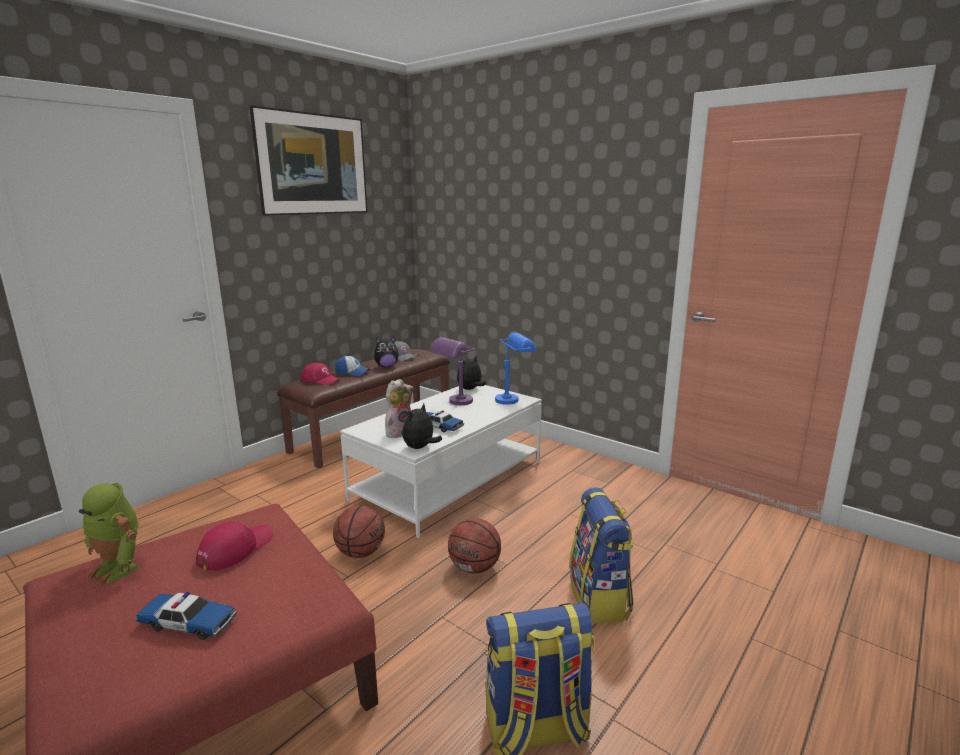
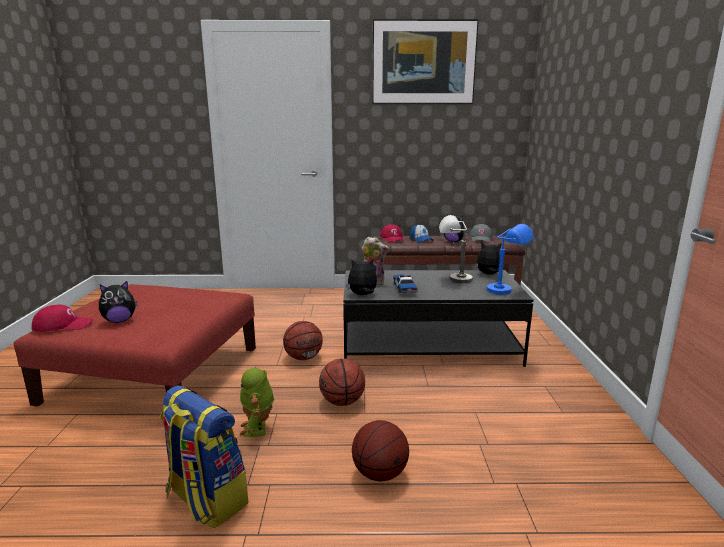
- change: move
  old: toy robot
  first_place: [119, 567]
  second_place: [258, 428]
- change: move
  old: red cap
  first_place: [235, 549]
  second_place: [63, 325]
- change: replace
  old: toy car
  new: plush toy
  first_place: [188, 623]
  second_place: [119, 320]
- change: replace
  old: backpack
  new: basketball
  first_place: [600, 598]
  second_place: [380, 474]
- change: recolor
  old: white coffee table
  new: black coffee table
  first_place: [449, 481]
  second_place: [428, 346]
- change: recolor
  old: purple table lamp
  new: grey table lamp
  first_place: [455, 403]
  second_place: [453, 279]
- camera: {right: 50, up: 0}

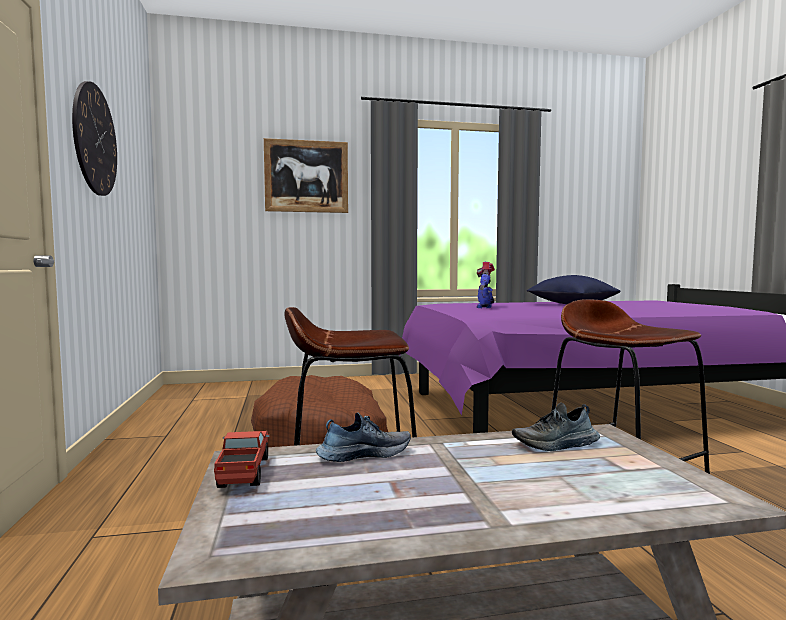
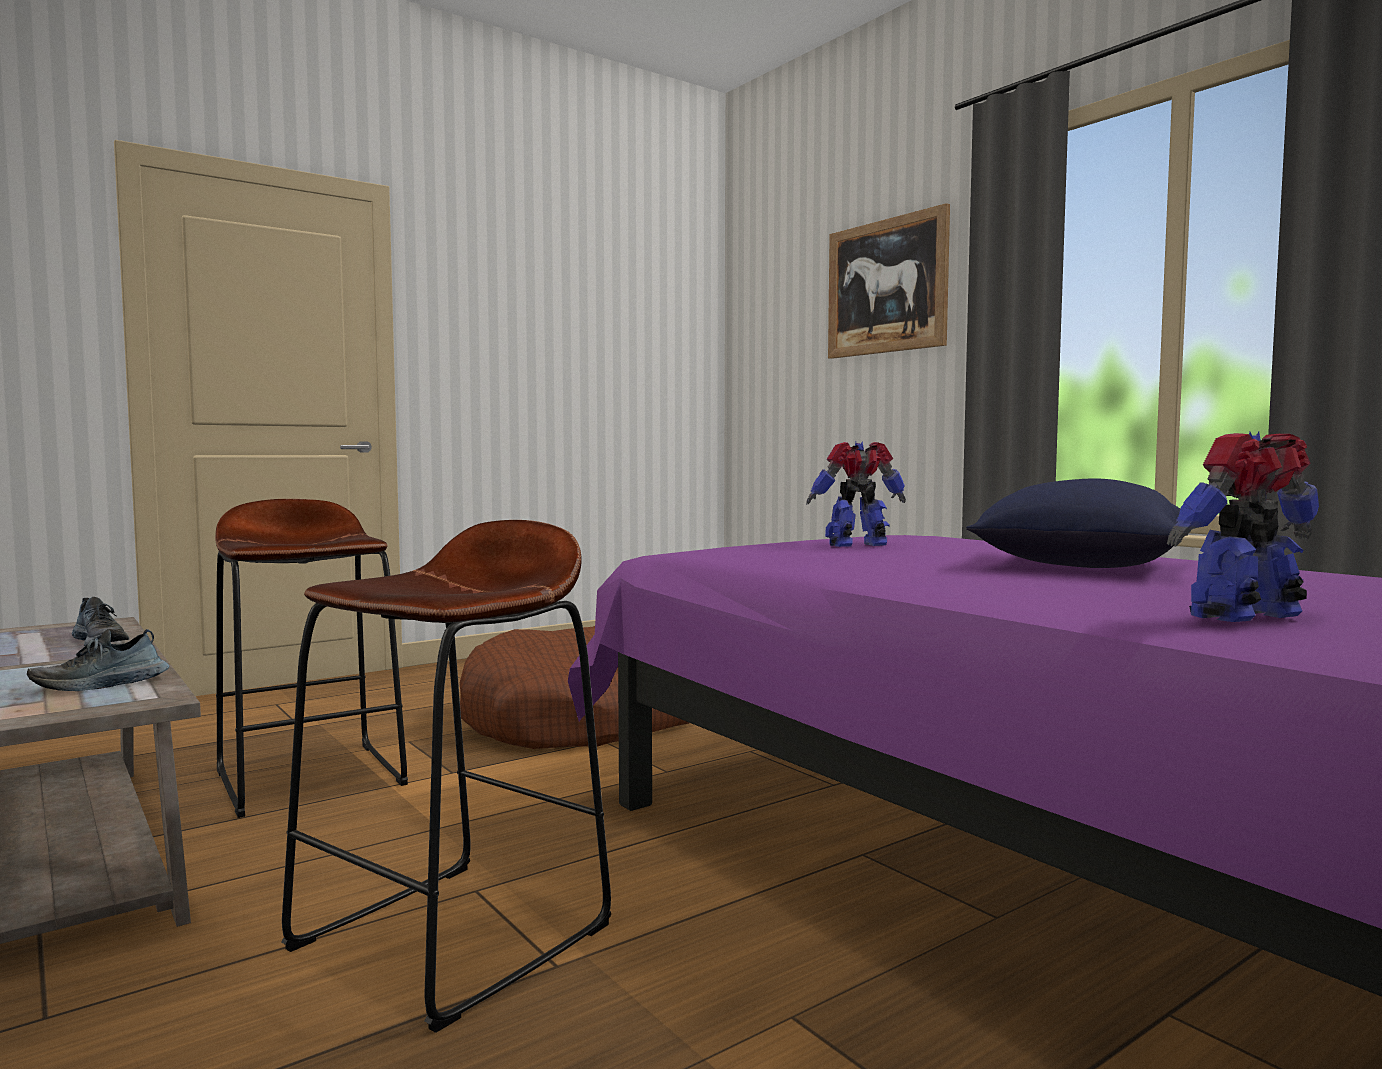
- change: delete
  old: wall clock
  first_place: [95, 140]
- change: delete
  old: toy truck
  first_place: [244, 473]
- change: insert
  new: toy robot
  second_place: [1248, 617]
- change: rotate
  old: shoe
  first_place: [556, 445]
  second_place: [101, 685]
  degrees: -90
- camera: {right: 65, up: 0}

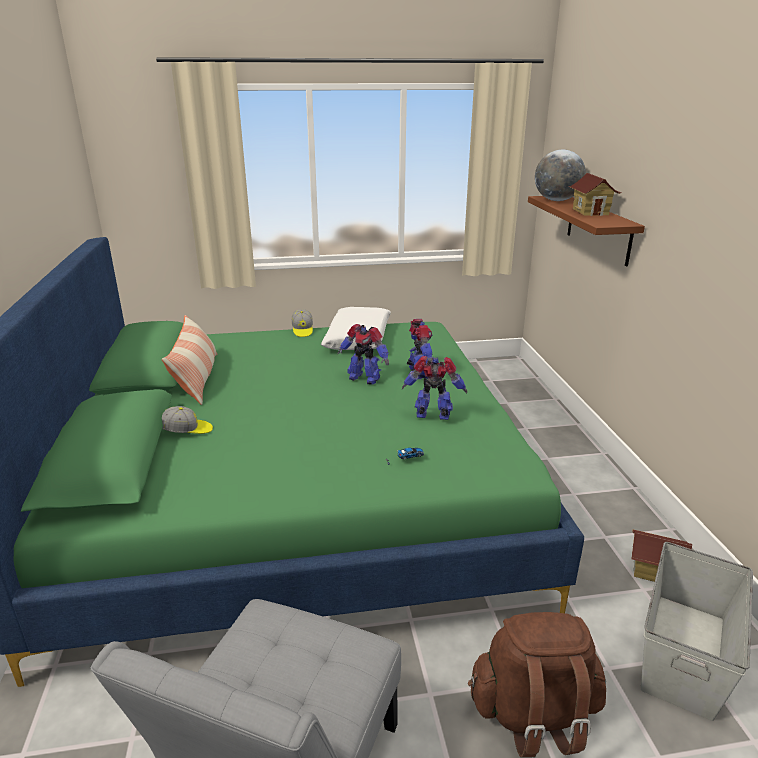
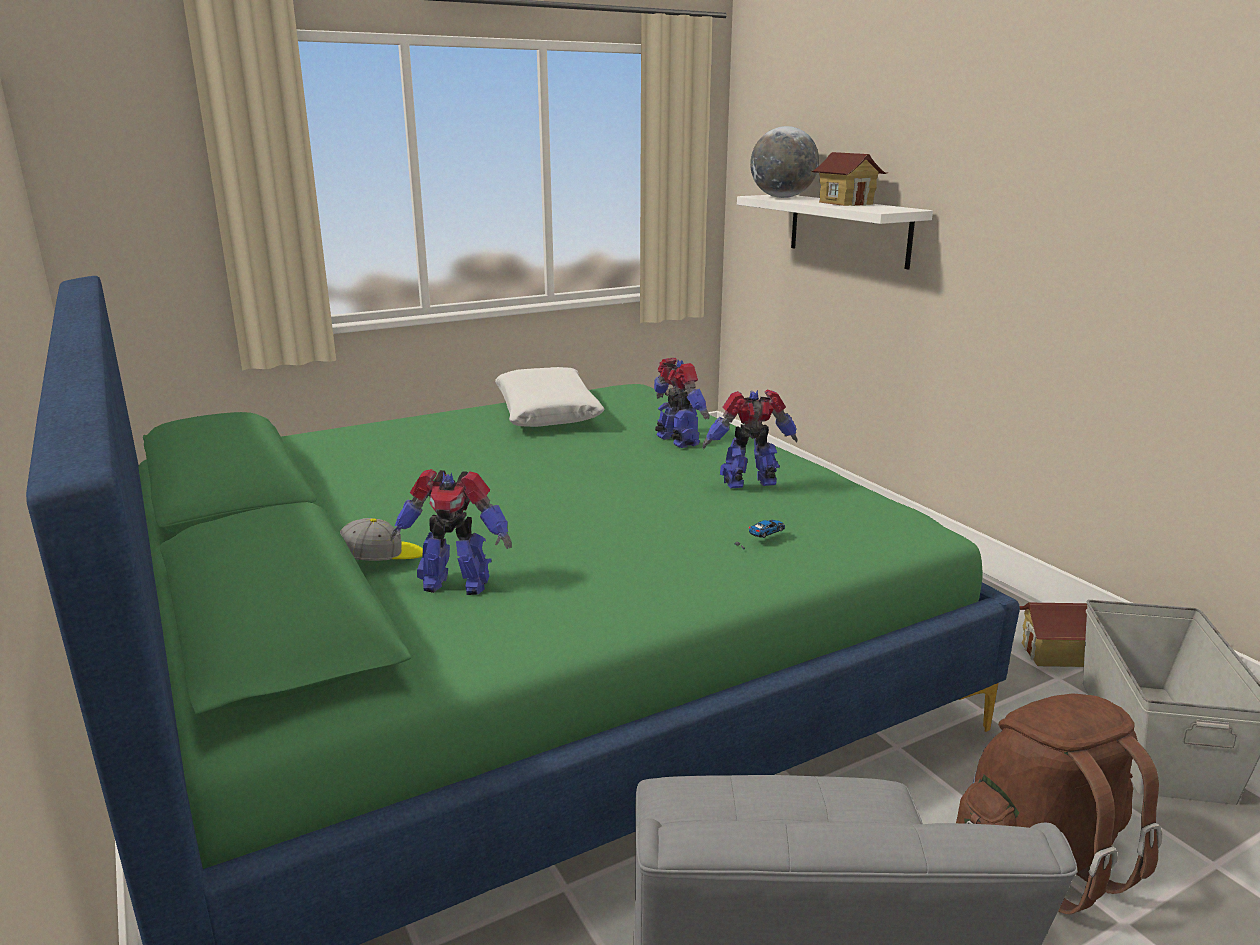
- change: delete
  old: pillow
  first_place: [197, 378]
- change: delete
  old: cap
  first_place: [302, 330]
- change: move
  old: toy robot
  first_place: [364, 378]
  second_place: [455, 583]
- change: recolor
  old: brown shelf
  new: white shelf
  first_place: [598, 229]
  second_place: [848, 229]
- camera: {right: -20, up: -5}

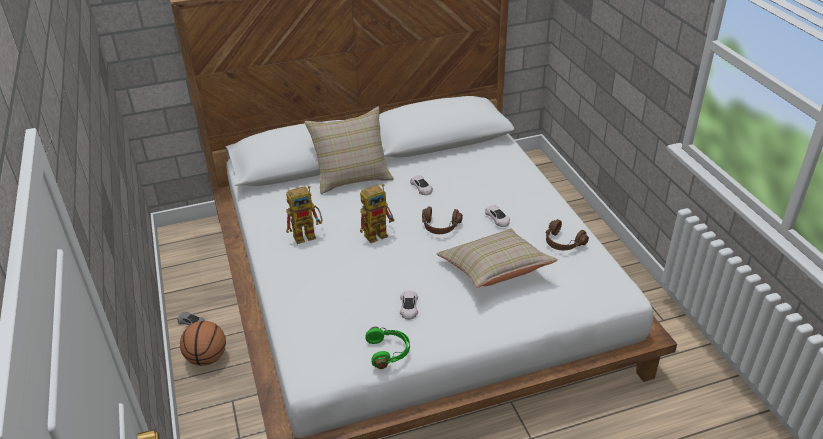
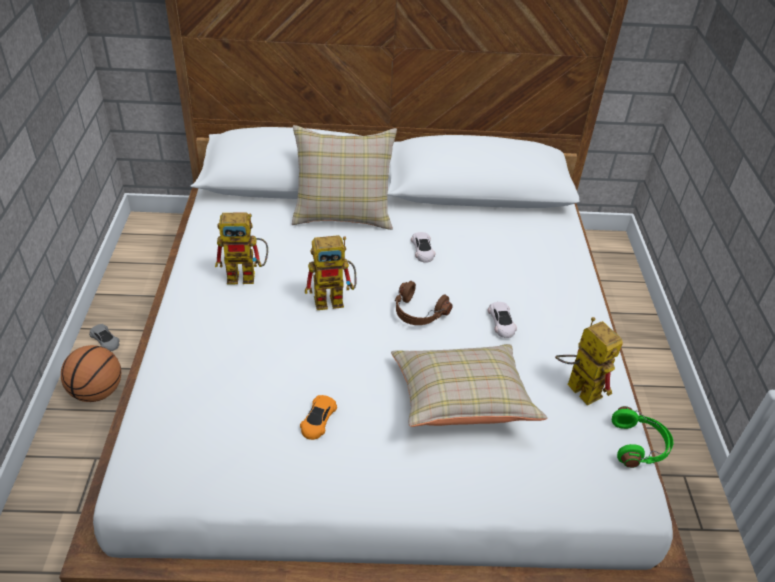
- change: move
  old: green headphones
  first_place: [389, 352]
  second_place: [639, 445]
- change: replace
  old: brown headphones
  new: toy robot
  first_place: [562, 243]
  second_place: [576, 387]
- change: recolor
  old: white toy car
  new: orange toy car
  first_place: [409, 307]
  second_place: [318, 420]
- camera: {right: 15, up: 5}

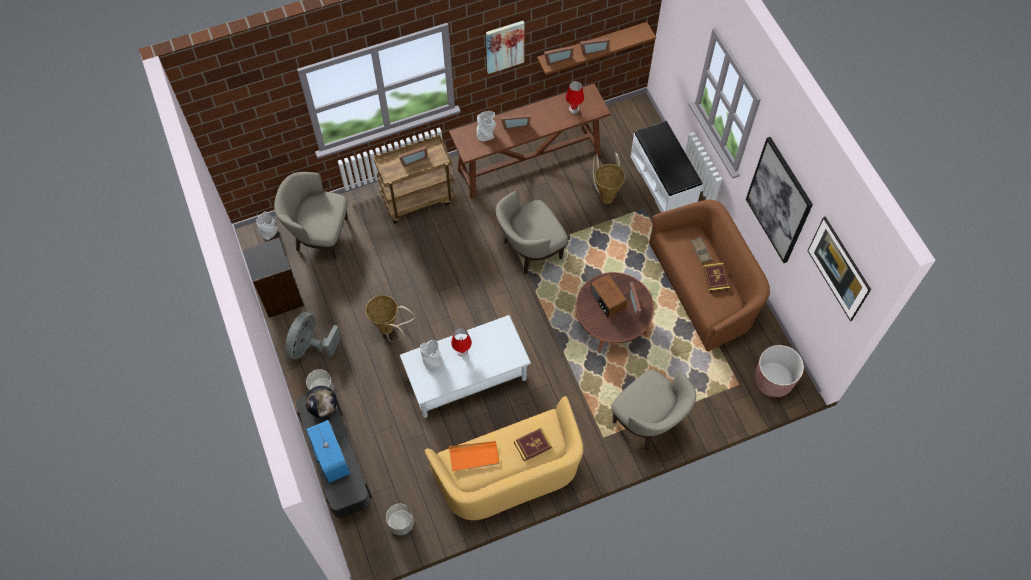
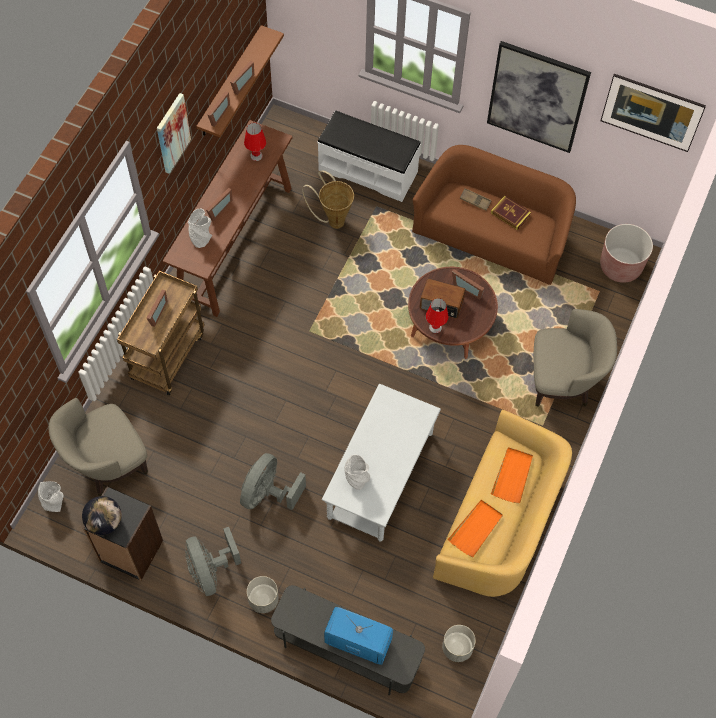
- change: delete
  old: beige armchair
  first_place: [530, 250]
- change: move
  old: globe
  first_place: [323, 407]
  second_place: [105, 522]
- change: move
  old: red table lamp
  first_place: [462, 351]
  second_place: [435, 327]
- change: replace
  old: basket
  new: grey fan
  first_place: [389, 330]
  second_place: [268, 493]
- change: replace
  old: book
  new: orange tray
  first_place: [532, 445]
  second_place: [512, 476]
- camera: {right: -45, up: 0}

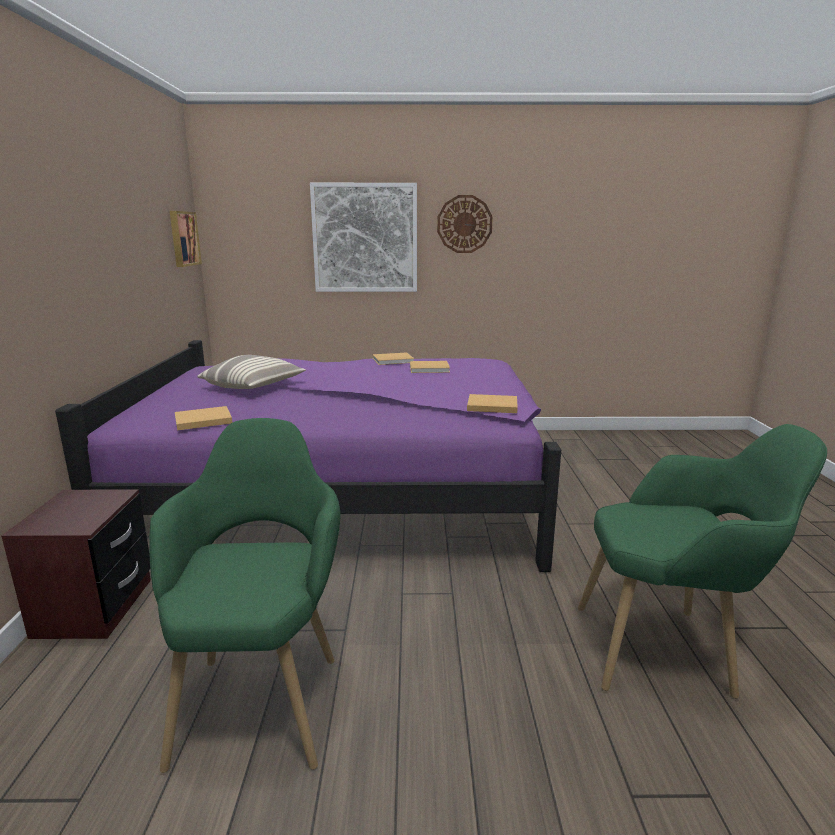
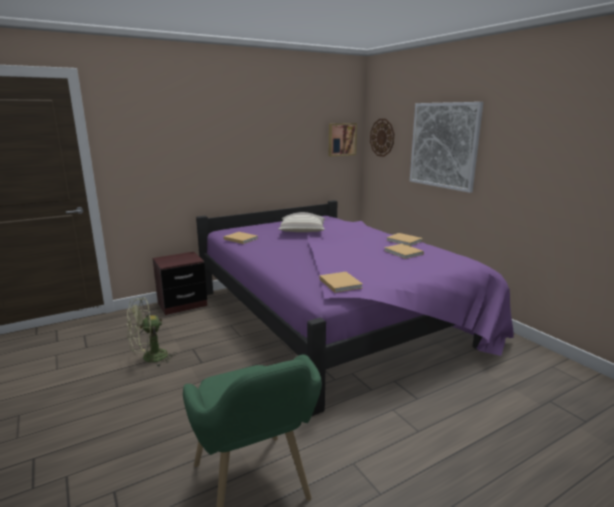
- change: move
  old: wall clock
  first_place: [464, 224]
  second_place: [382, 137]
- change: replace
  old: green armchair
  new: green fan
  first_place: [263, 691]
  second_place: [149, 358]
- camera: {right: 60, up: 0}

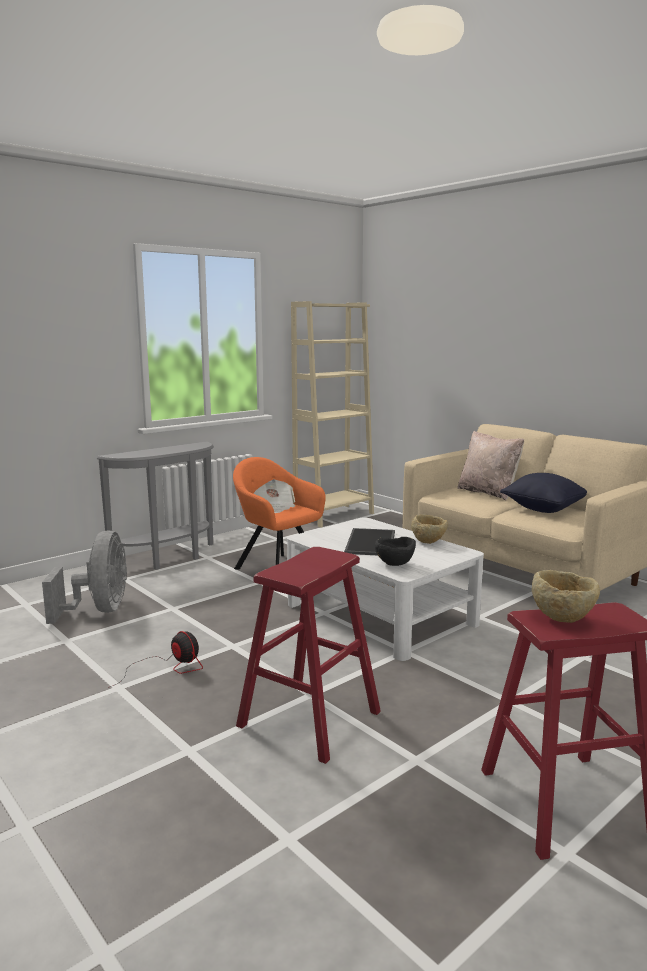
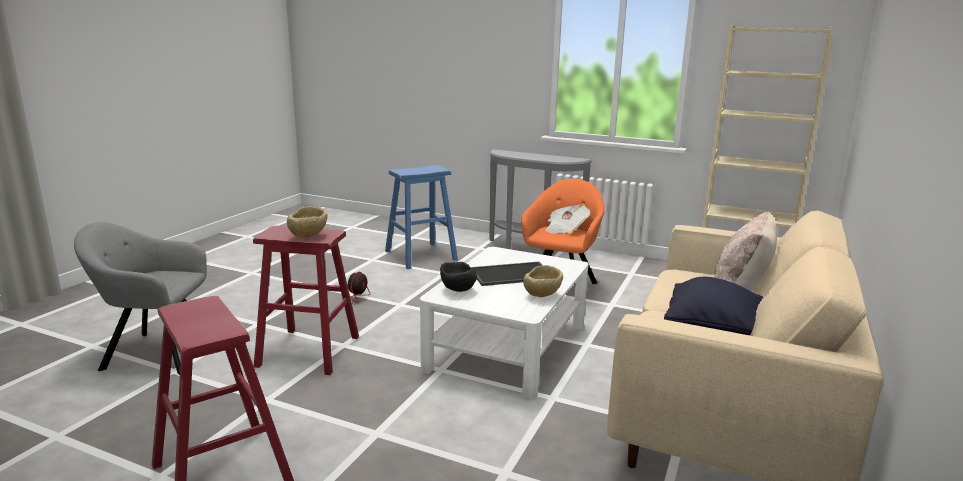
- change: insert
  new: grey armchair
  second_place: [156, 352]
- change: move
  old: beige bowl
  first_place: [562, 617]
  second_place: [308, 236]
- change: replace
  old: grey fan
  new: blue stool
  first_place: [99, 610]
  second_place: [421, 255]
- camera: {right: 65, up: 5}

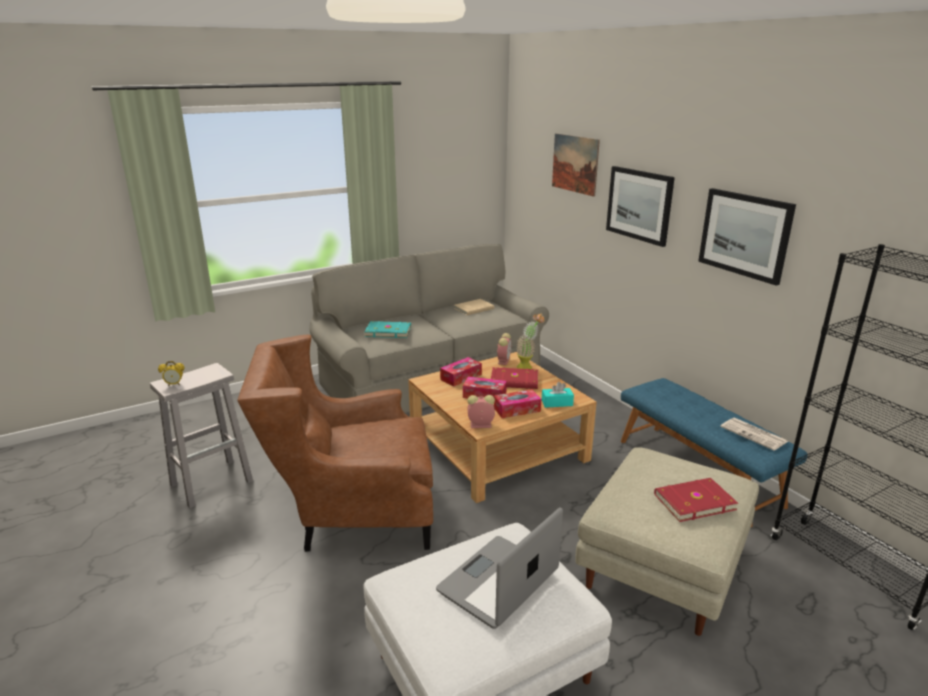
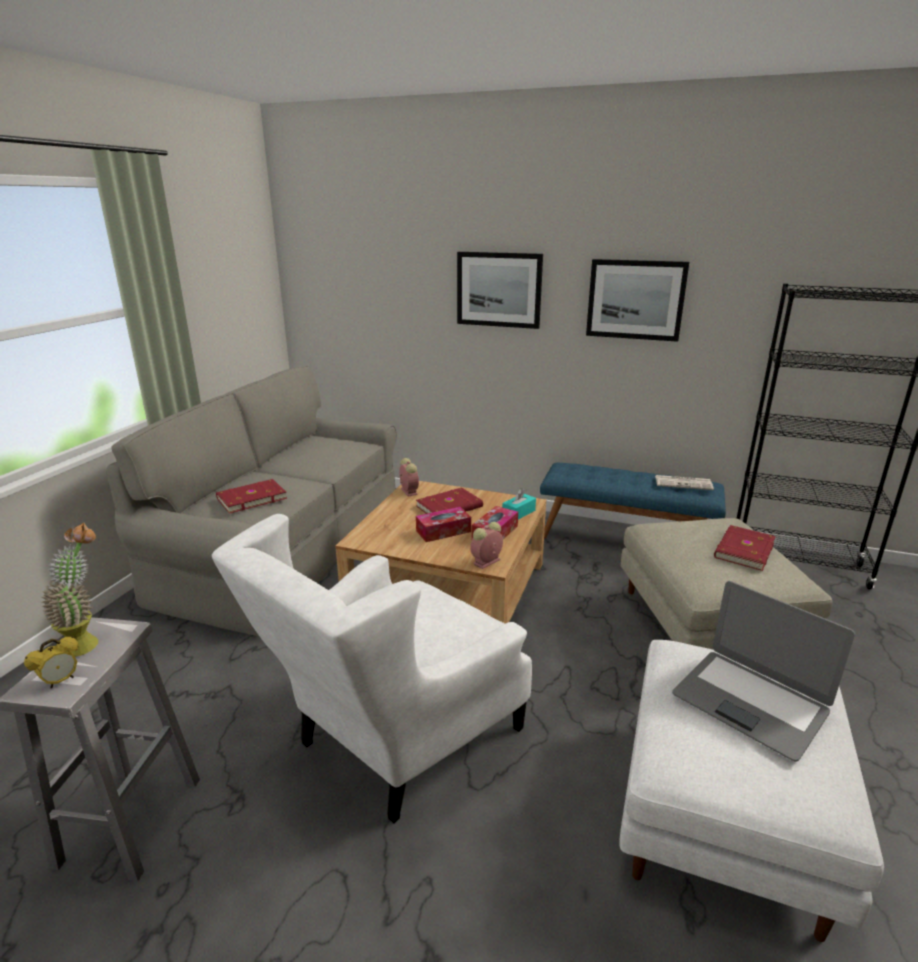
- change: delete
  old: tissue box
  first_place: [461, 377]
- change: delete
  old: beige book
  first_place: [472, 308]
- change: delete
  old: picture
  first_place: [575, 164]
- change: move
  old: potted plant
  first_place: [528, 367]
  second_place: [88, 641]
- change: recolor
  old: brown armchair
  new: white armchair
  first_place: [352, 514]
  second_place: [393, 742]
- change: recolor
  old: turquoise book
  new: red book
  first_place: [388, 331]
  second_place: [251, 498]
- change: rotate
  old: laptop
  first_place: [499, 582]
  second_place: [750, 702]
  degrees: -45
- camera: {right: -40, up: 0}

